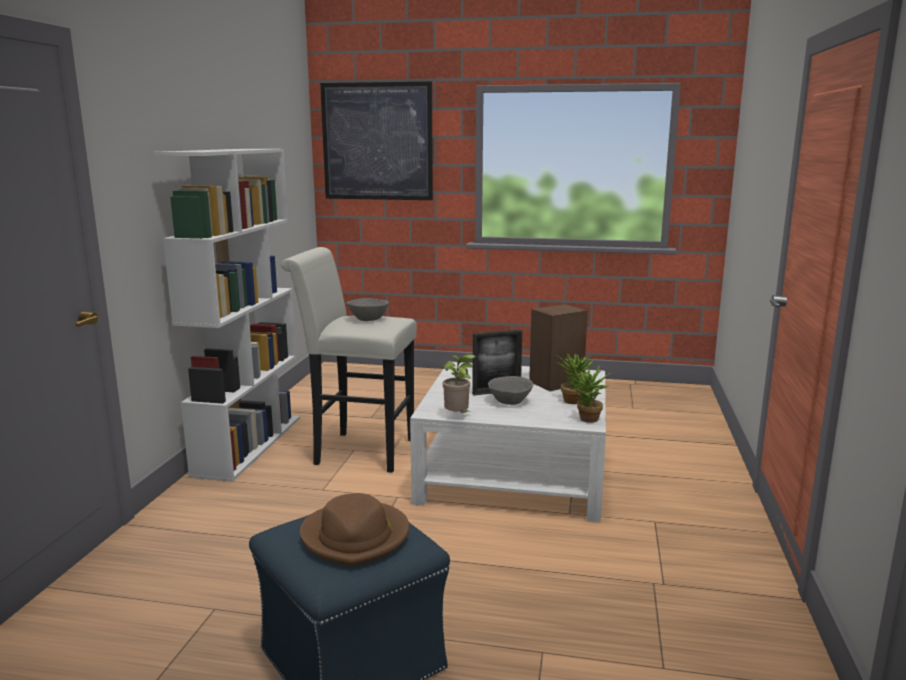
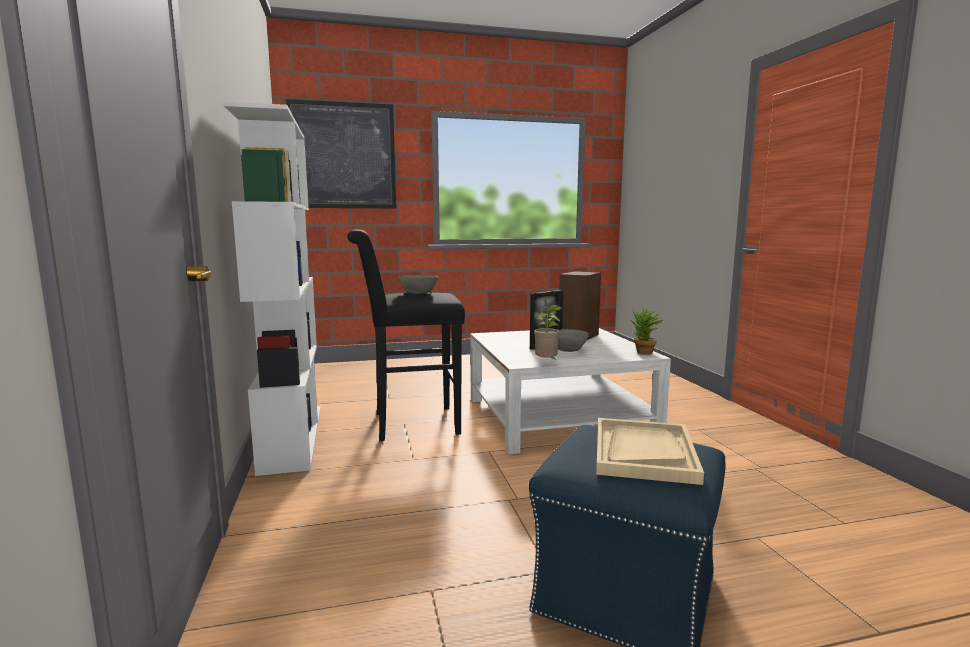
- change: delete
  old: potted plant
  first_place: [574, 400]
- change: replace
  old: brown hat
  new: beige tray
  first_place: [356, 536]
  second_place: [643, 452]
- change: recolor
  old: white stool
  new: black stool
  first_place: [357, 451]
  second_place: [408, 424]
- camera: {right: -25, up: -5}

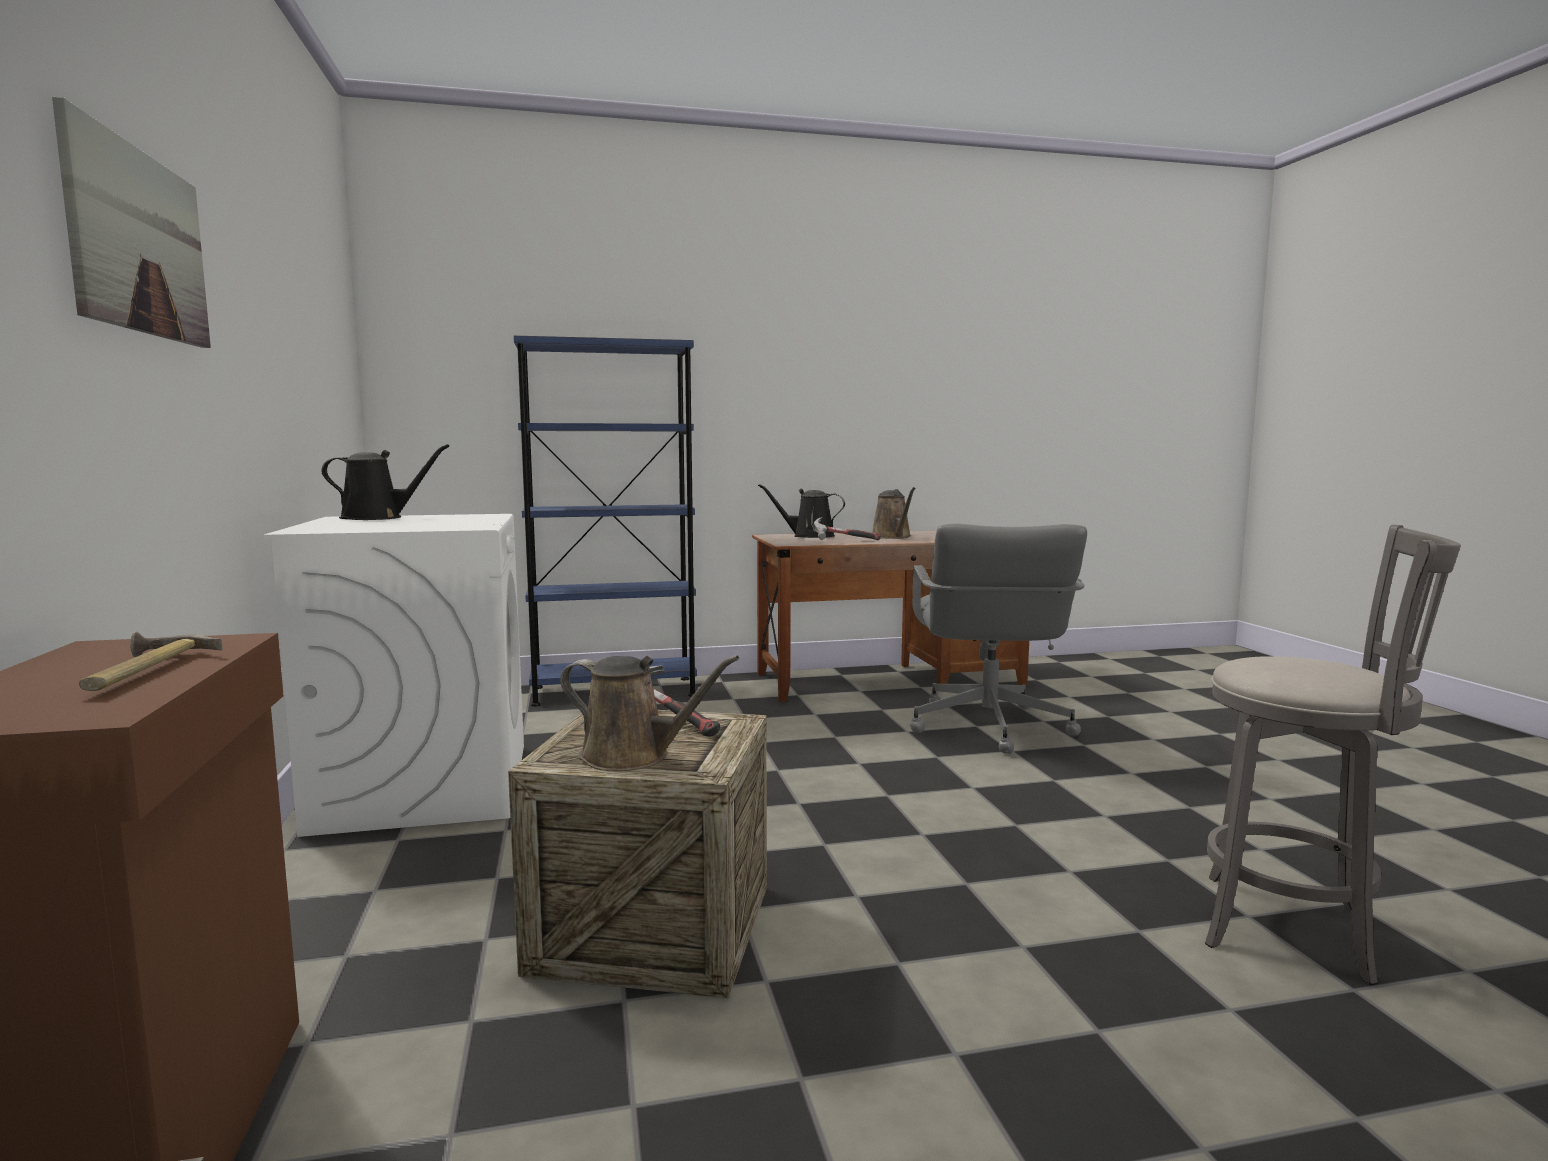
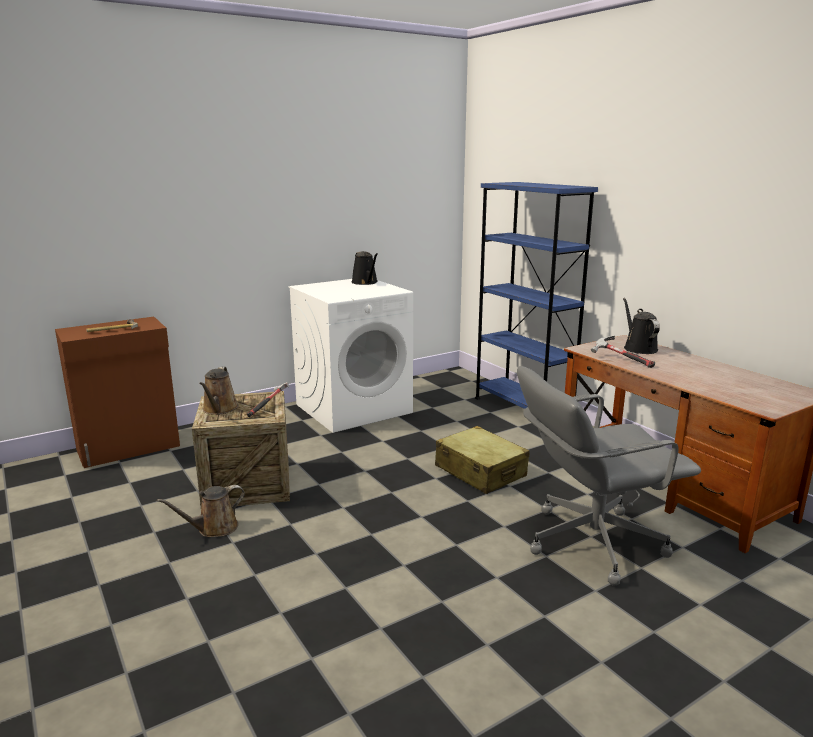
- change: delete
  old: picture
  first_place: [139, 242]
- change: delete
  old: grey stool
  first_place: [1297, 928]
- change: insert
  new: beige suitcase
  second_place: [480, 472]
- change: move
  old: brown watering can
  first_place: [893, 537]
  second_place: [214, 529]
- camera: {right: 70, up: 10}

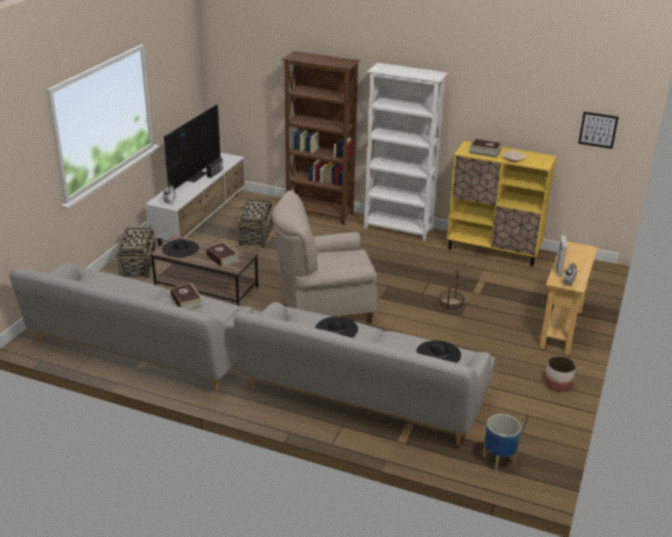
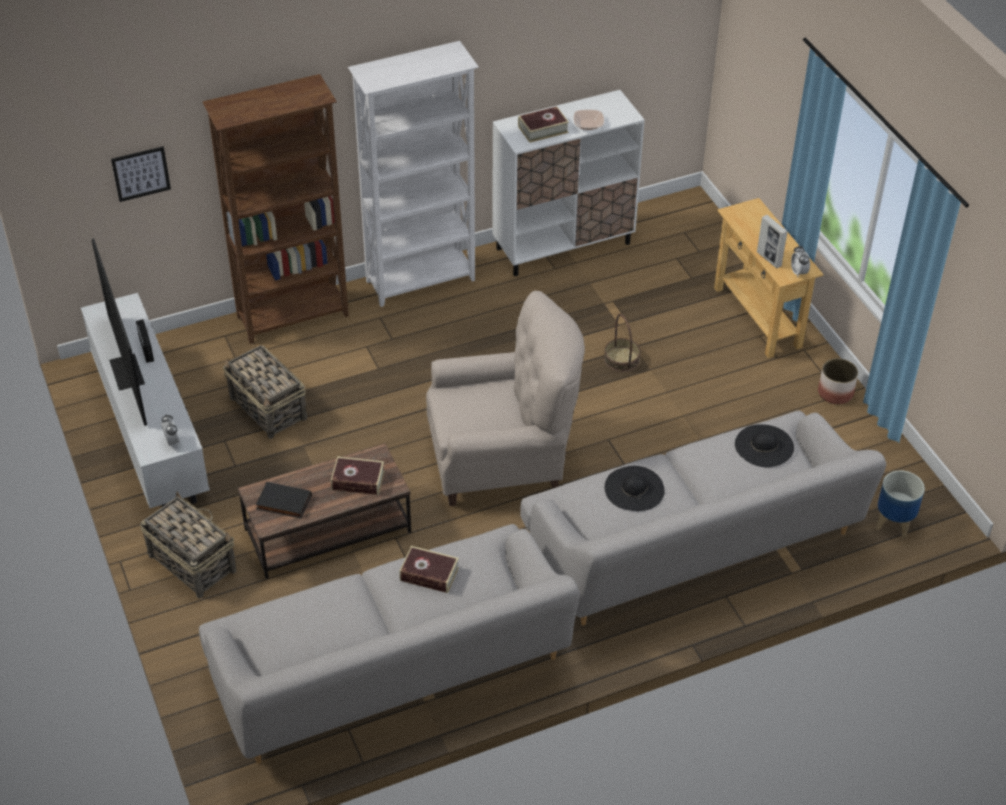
- change: move
  old: picture
  first_place: [598, 130]
  second_place: [141, 173]
- change: replace
  old: black hat
  new: black book
  first_place: [180, 248]
  second_place: [283, 503]
- change: recolor
  old: yellow cabinet
  new: white cabinet
  first_place: [493, 250]
  second_place: [563, 245]
- change: rotate
  old: beige armchair
  first_place: [324, 308]
  second_place: [502, 460]
  degrees: -135
- camera: {right: -45, up: 15}

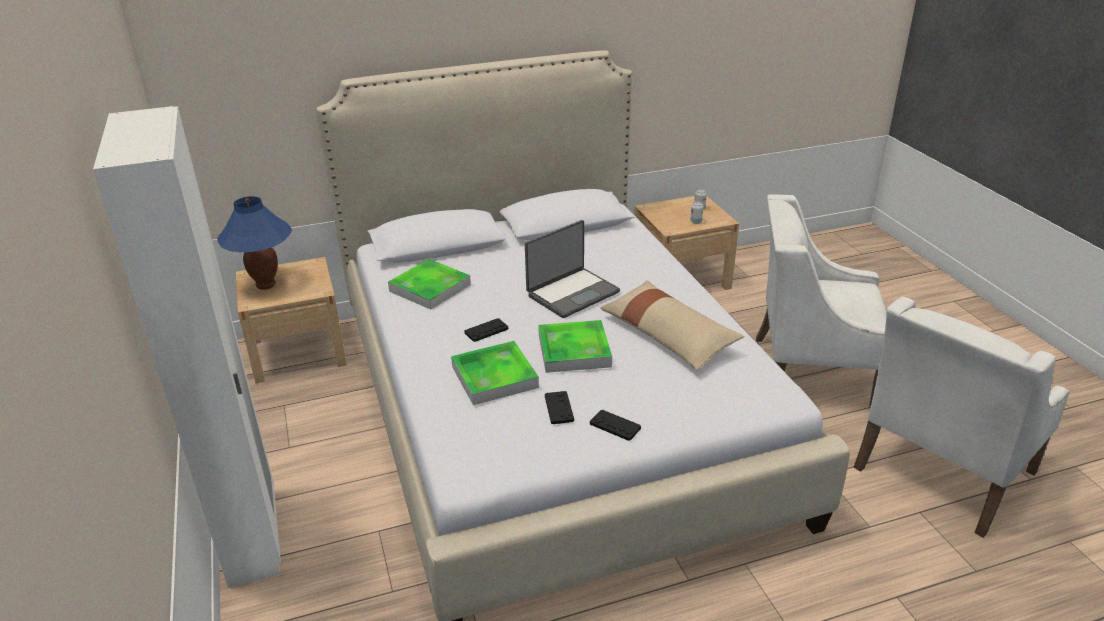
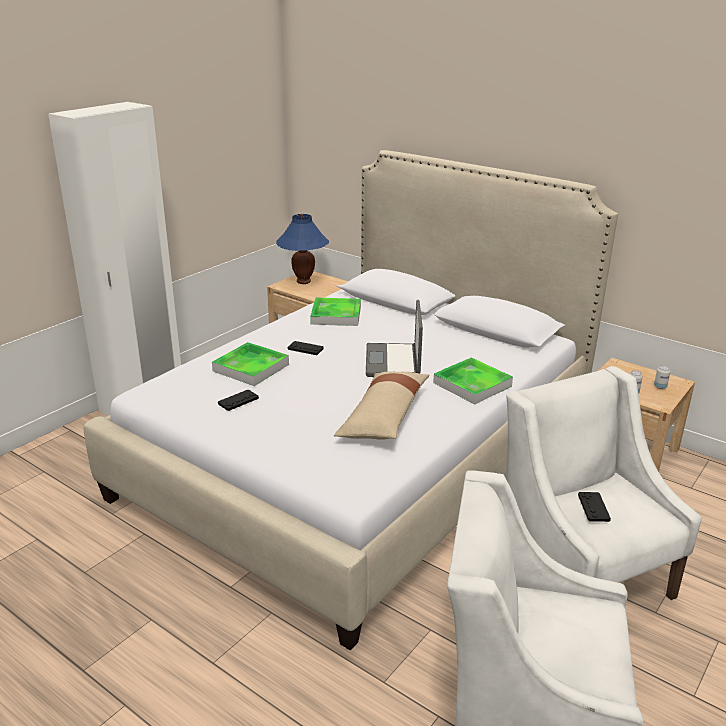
- change: move
  old: tray
  first_place: [574, 350]
  second_place: [472, 384]
- change: move
  old: black game controller
  first_place: [615, 426]
  second_place: [593, 507]
- change: rotate
  old: laptop
  first_place: [572, 293]
  second_place: [394, 362]
  degrees: 75
- camera: {right: 55, up: -5}

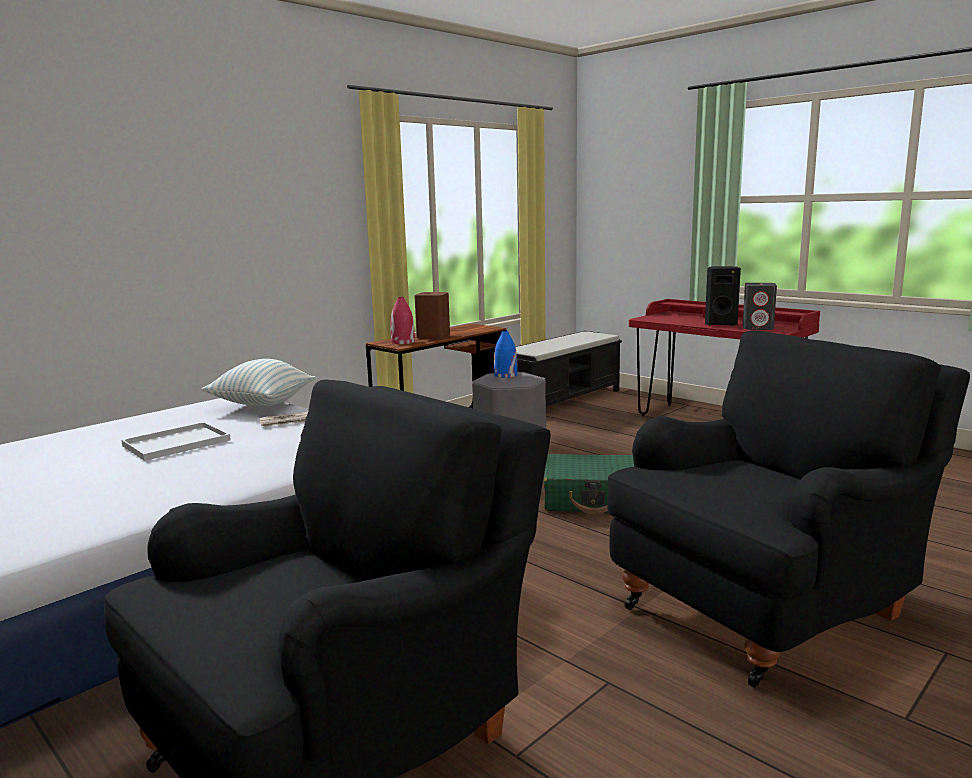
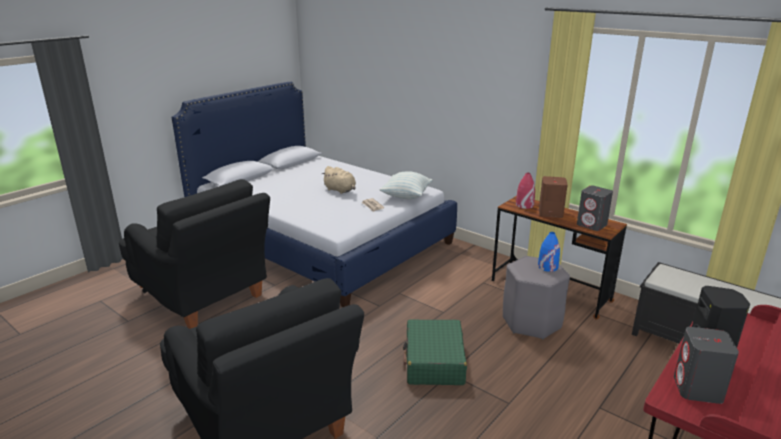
- change: insert
  new: grey speaker
  second_place: [592, 225]
- change: replace
  old: white tray
  new: beige plush toy
  first_place: [178, 442]
  second_place: [340, 190]
- camera: {right: 85, up: 10}

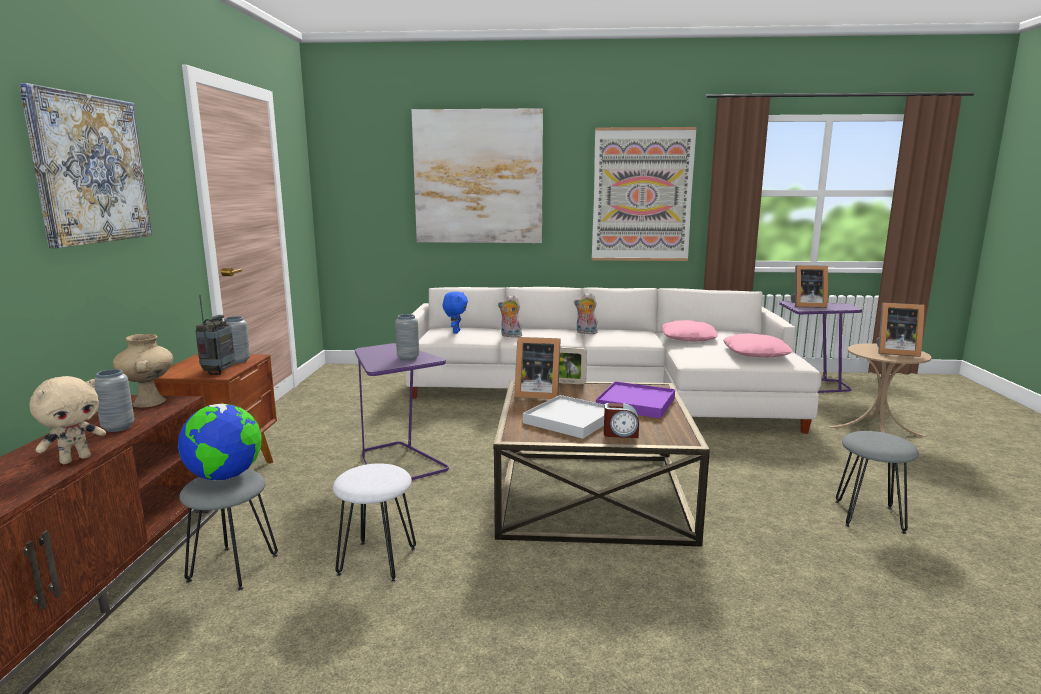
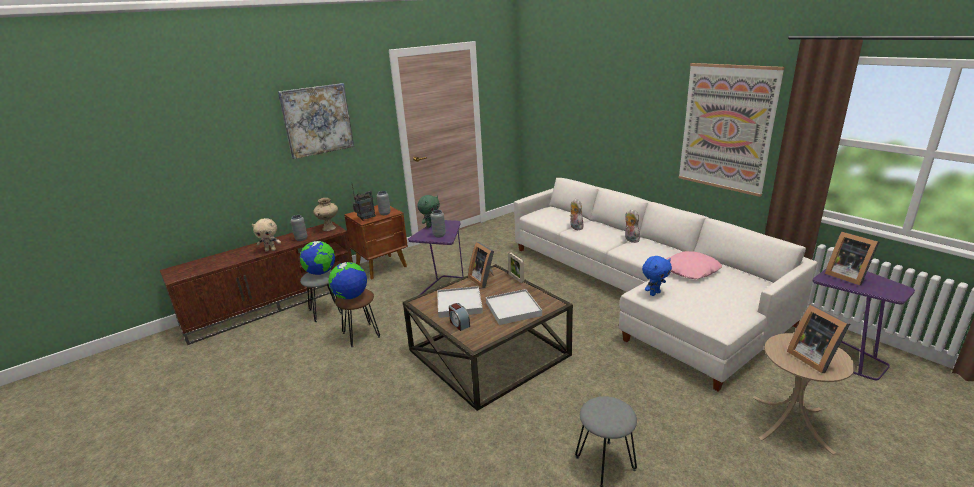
- change: delete
  old: picture
  first_place: [478, 177]
- change: delete
  old: pink pillow
  first_place: [756, 353]
- change: insert
  new: globe
  second_place: [351, 297]
- change: insert
  new: green plush toy
  second_place: [430, 226]
- change: move
  old: blue plush toy
  first_place: [455, 332]
  second_place: [654, 293]
- change: recolor
  old: white stool
  new: brown stool
  first_place: [377, 560]
  second_place: [361, 335]
- change: recolor
  old: purple tray
  new: white tray
  first_place: [636, 403]
  second_place: [513, 309]
- camera: {right: 50, up: 10}

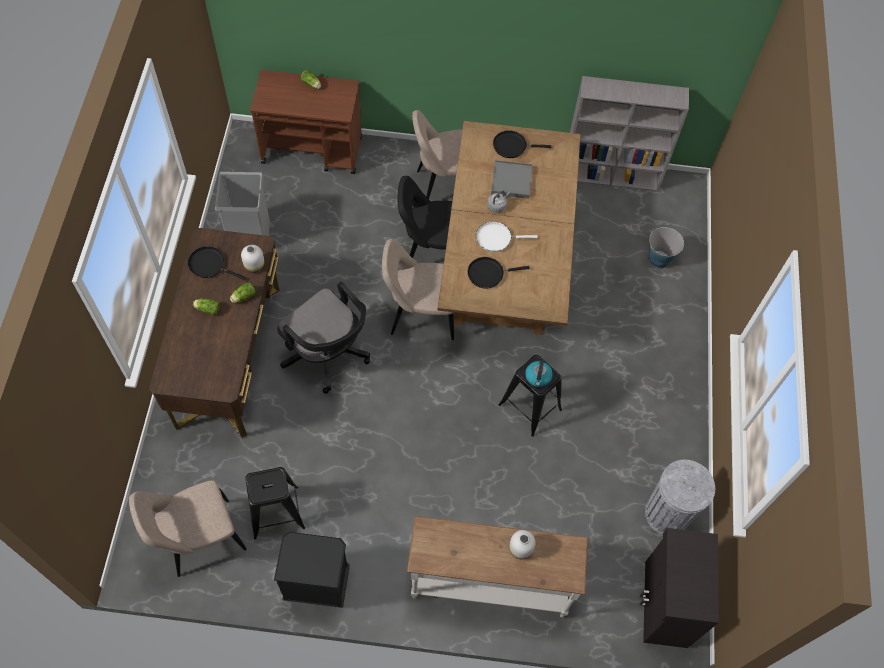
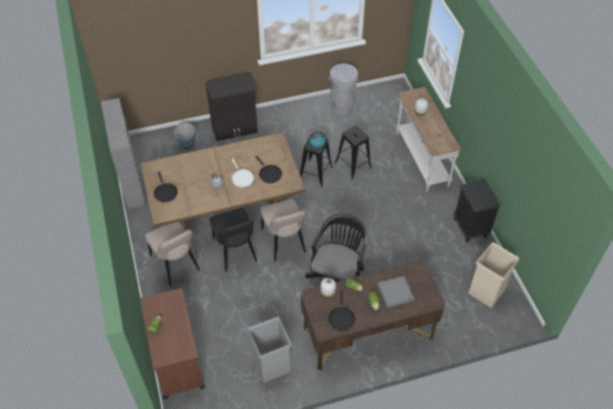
- change: move
  old: black stool
  first_place: [276, 512]
  second_place: [353, 165]
- change: move
  old: grey tray
  first_place: [511, 181]
  second_place: [395, 292]
- change: move
  old: black cabinet
  first_place: [664, 604]
  second_place: [235, 129]
- change: replace
  old: beige chair
  new: beige trash can
  first_place: [199, 540]
  second_place: [486, 291]
- camera: {right: -110, up: -10}

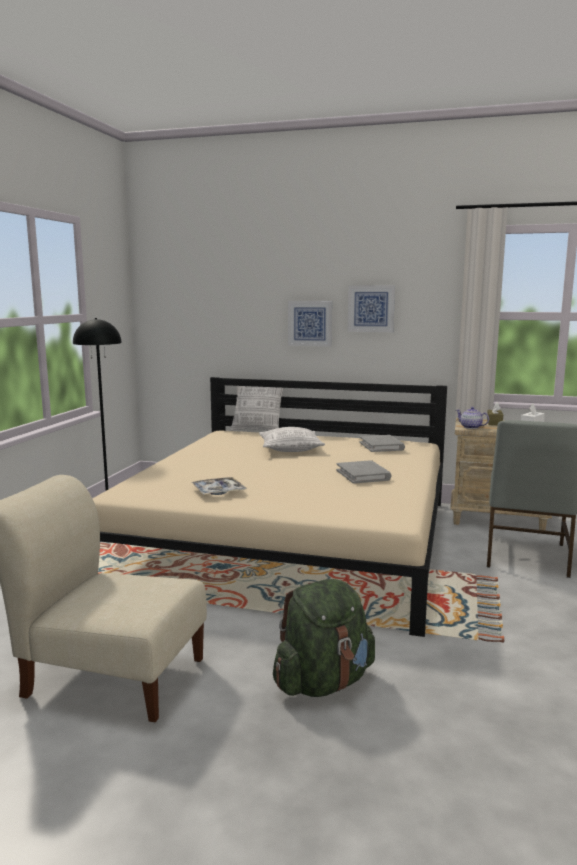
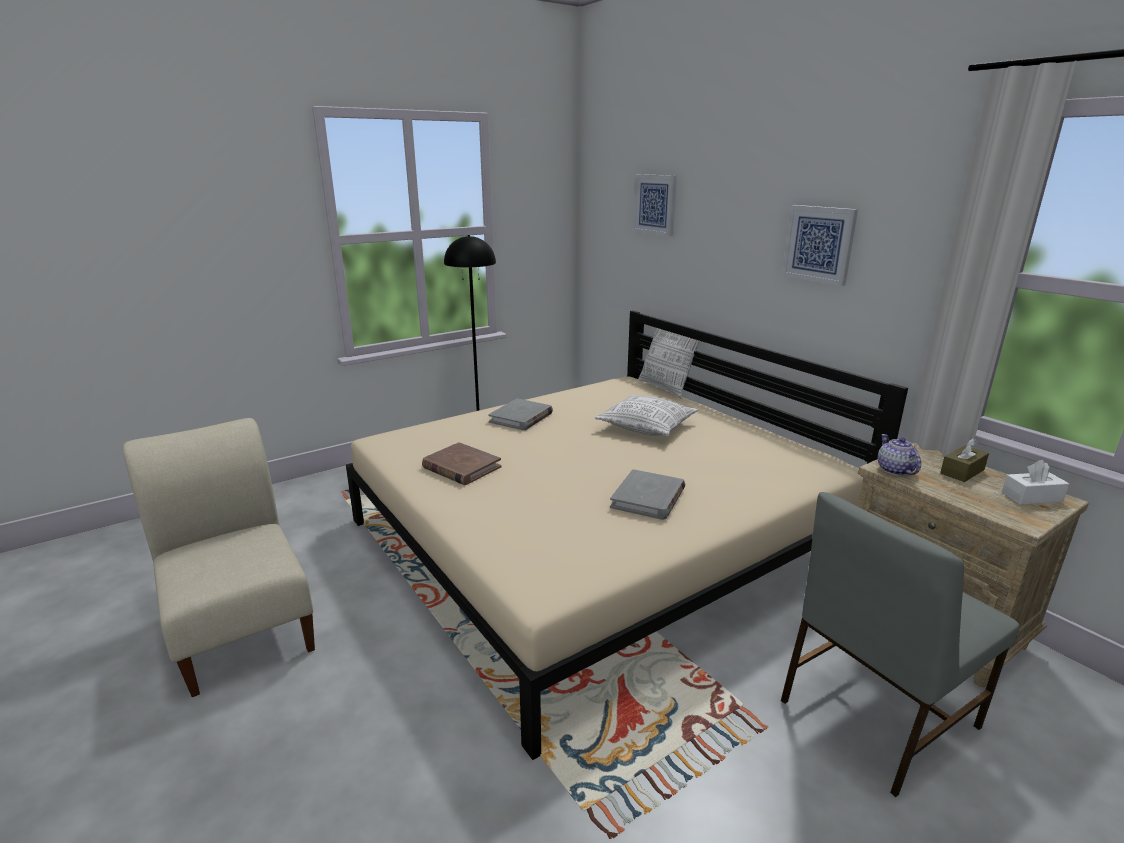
- change: delete
  old: green backpack
  first_place: [323, 682]
- change: move
  old: picture
  first_place: [310, 323]
  second_place: [655, 204]
- change: move
  old: grey book
  first_place: [381, 446]
  second_place: [521, 417]
- change: replace
  old: tray
  new: brown book
  first_place: [218, 491]
  second_place: [461, 467]
- camera: {right: 40, up: 10}

